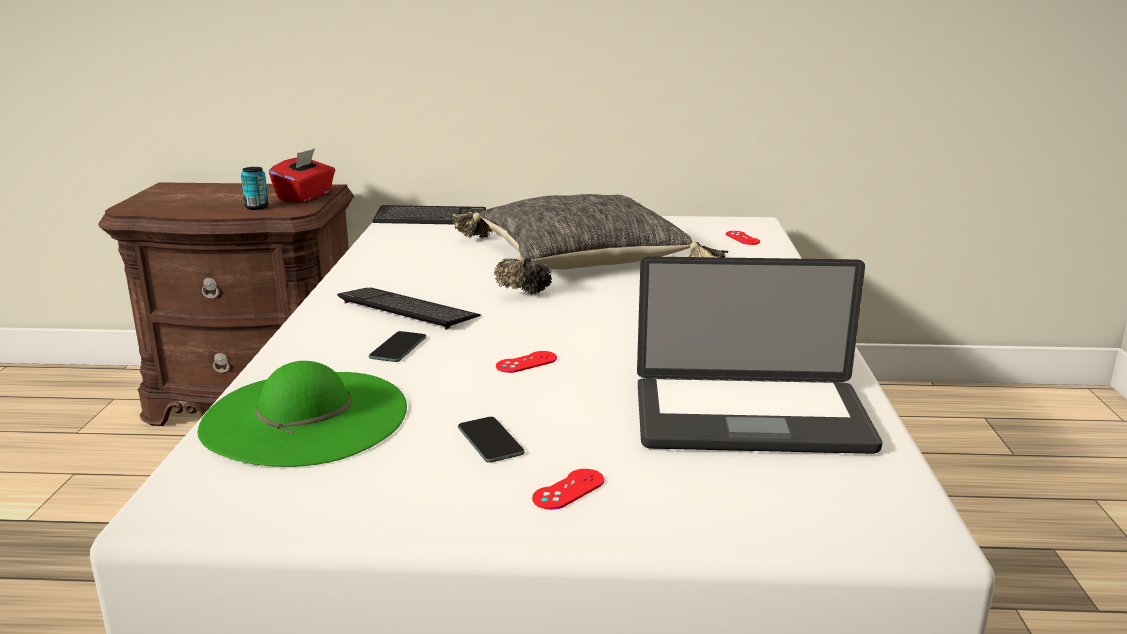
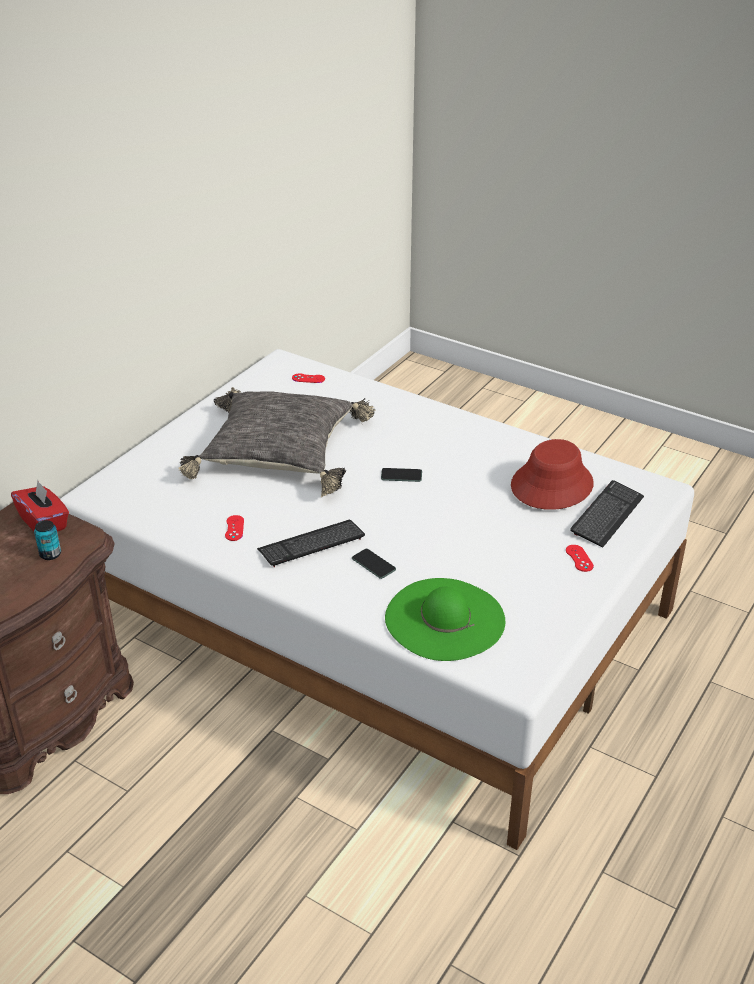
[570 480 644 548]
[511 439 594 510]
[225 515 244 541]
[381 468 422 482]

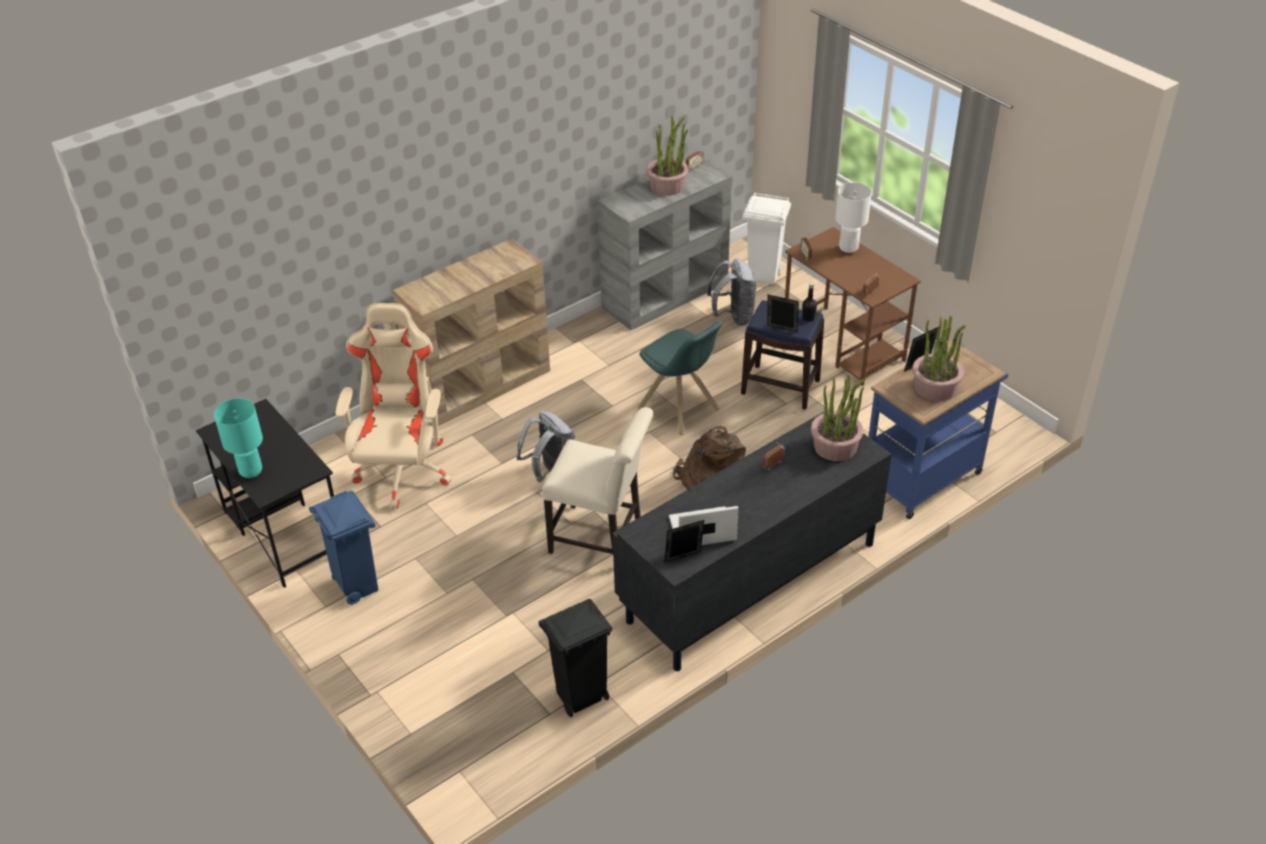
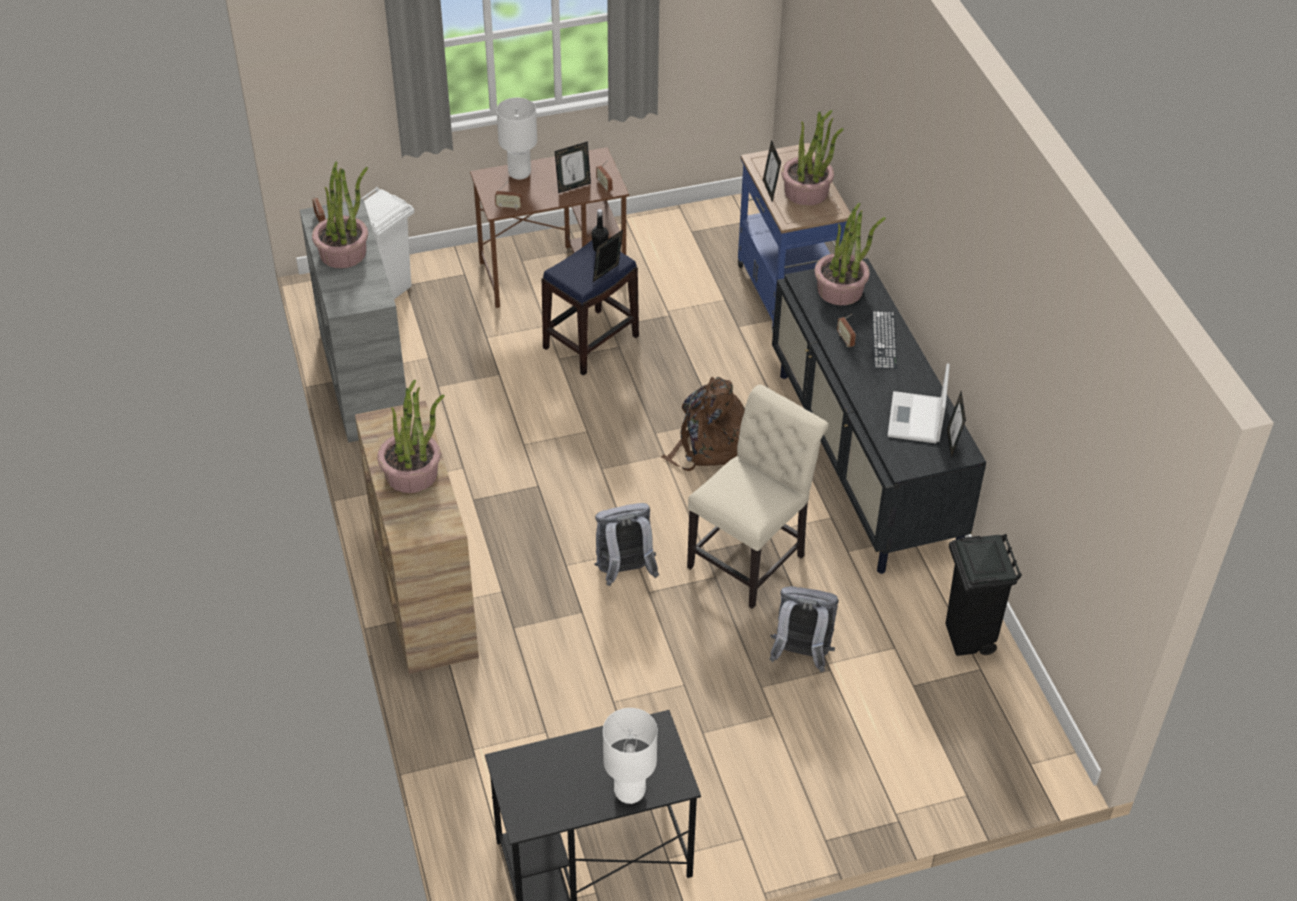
[770 586 839 673]
[336 303 451 509] (first image)
[638 321 722 435] (first image)
[603 708 658 804]
[309 491 378 605] (first image)
[555 141 591 193]
[872 311 897 369]
[377 380 445 493]

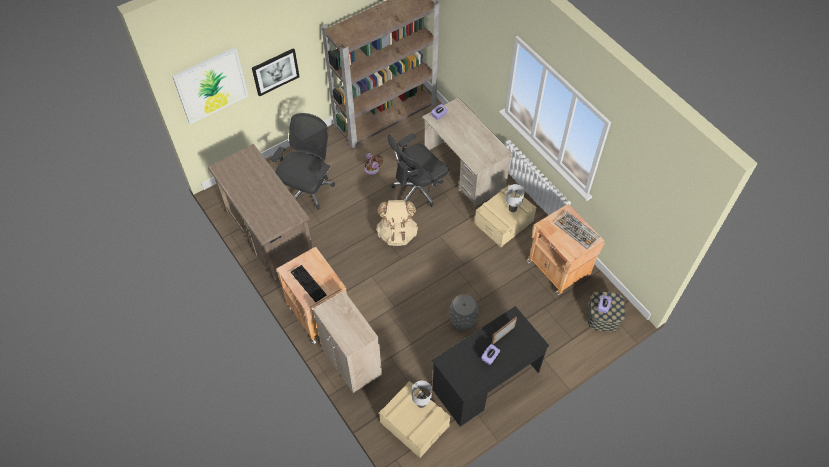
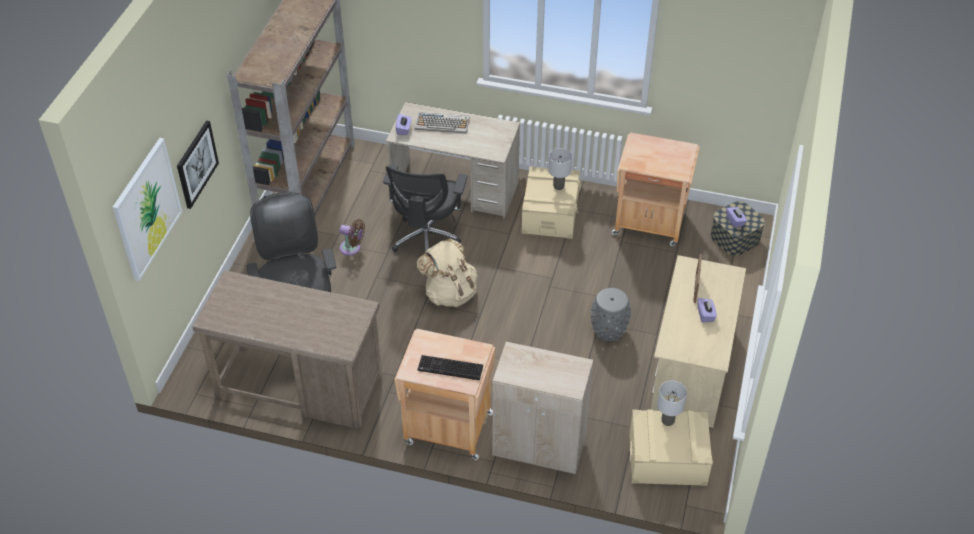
[415 112 469 134]
[651 255 746 428]

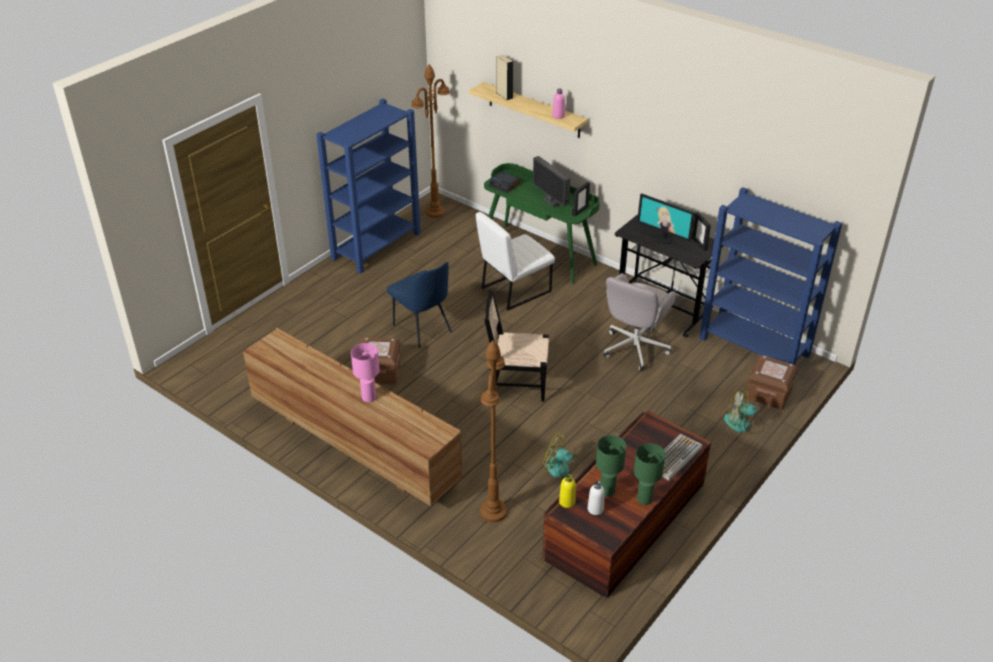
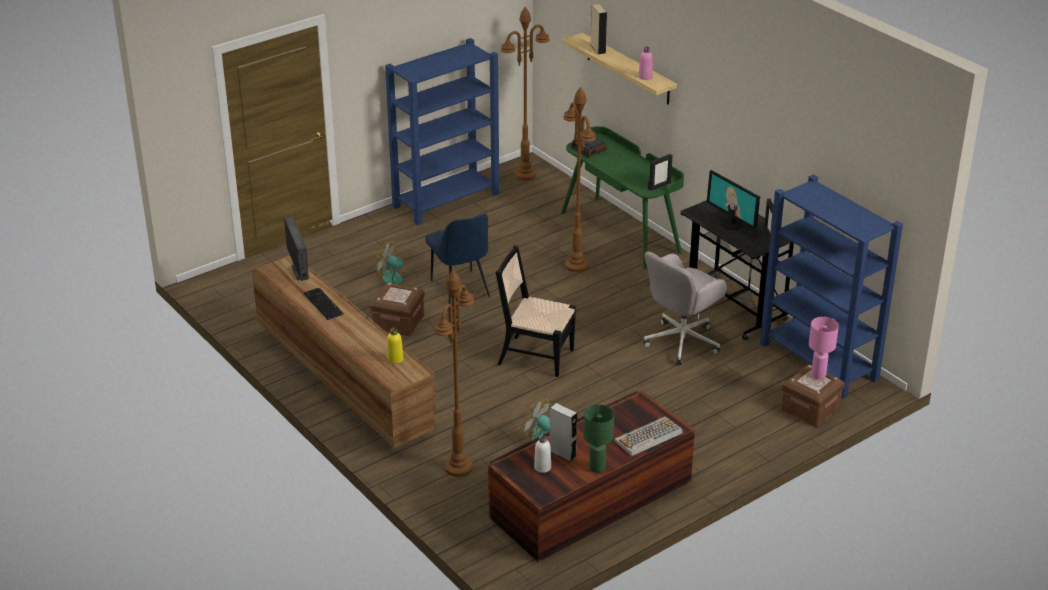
[284 215 309 281]
[564 87 596 272]
[809 317 839 379]
[374 241 418 287]
[550 403 577 462]
[387 328 403 364]
[304 288 344 320]

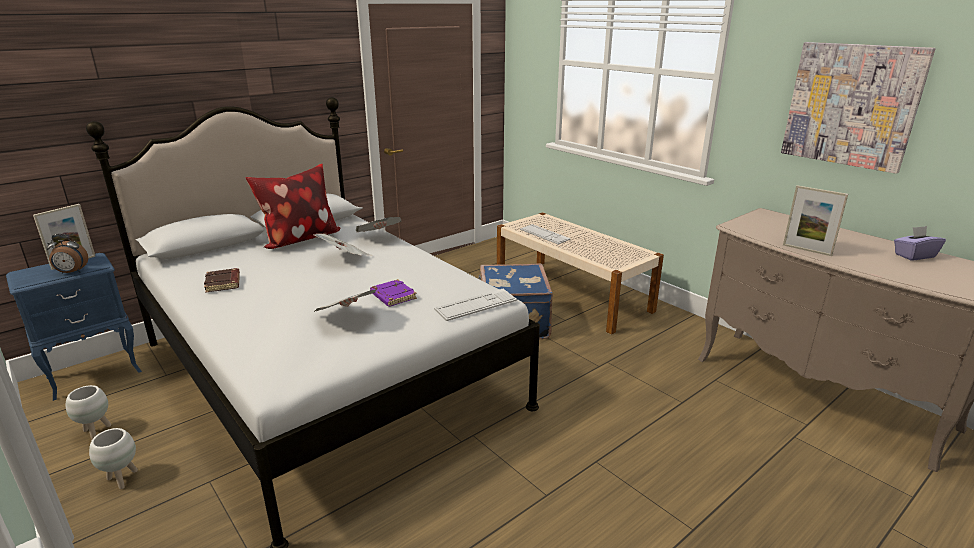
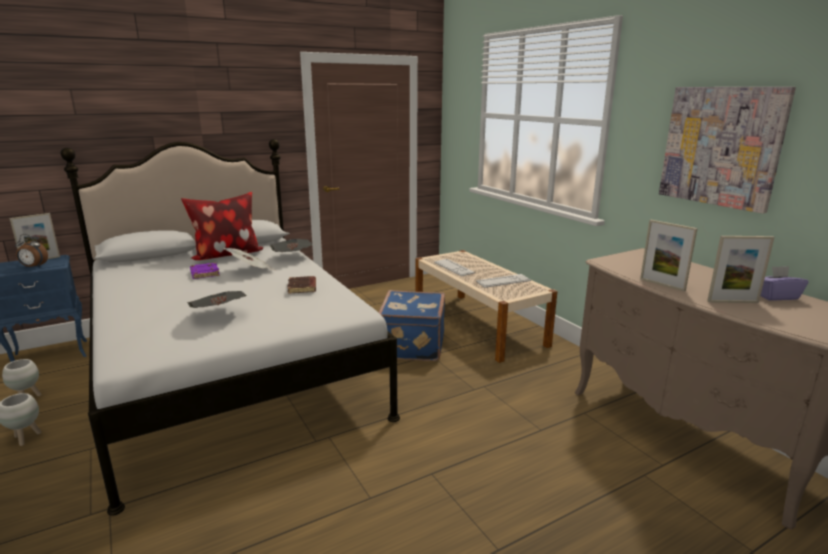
[287 276 316 294]
[190 262 220 279]
[476 274 531 288]
[707 236 774 303]

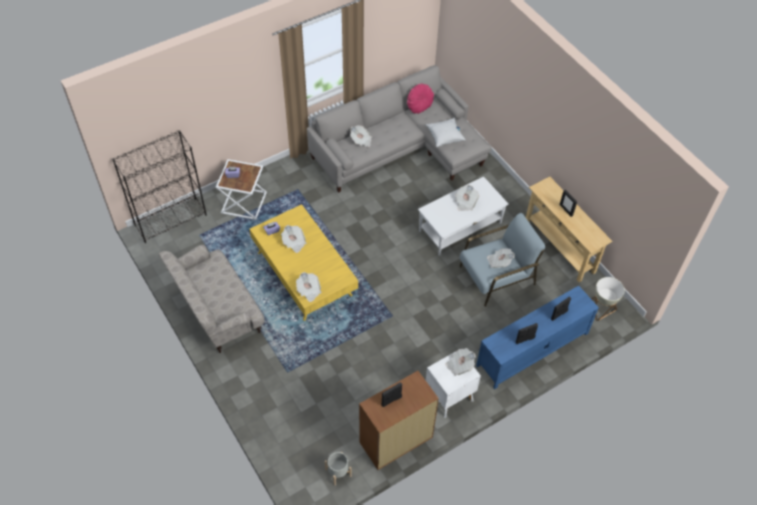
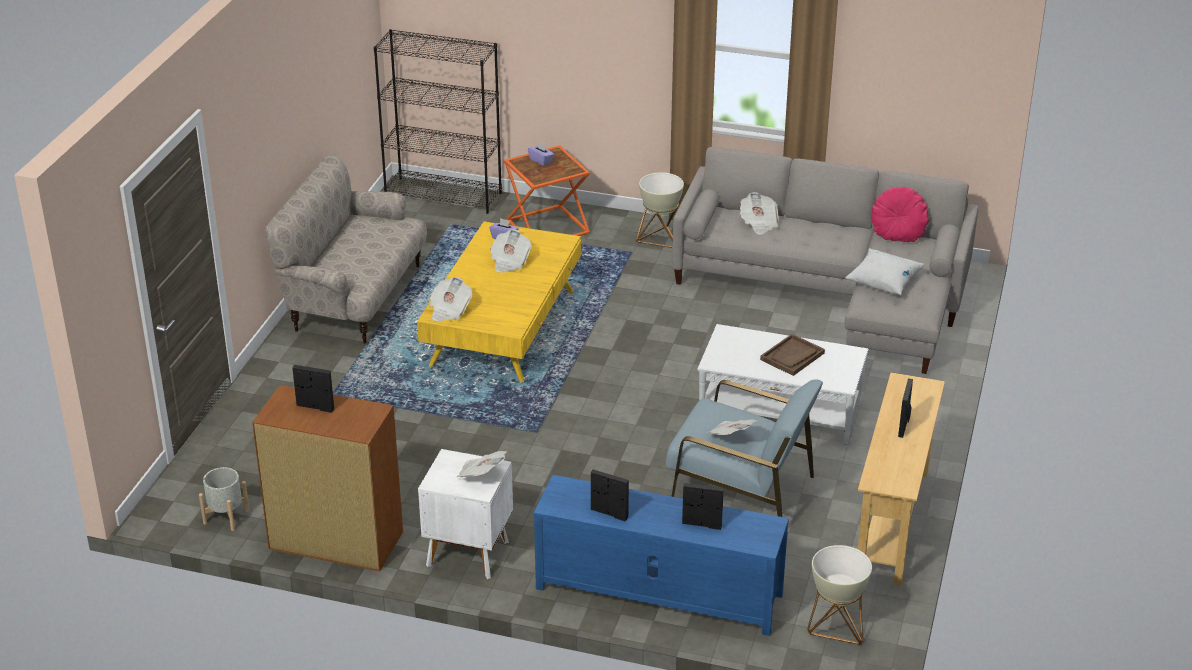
[504 146 590 236]
[760 334 825 376]
[636 172 684 248]

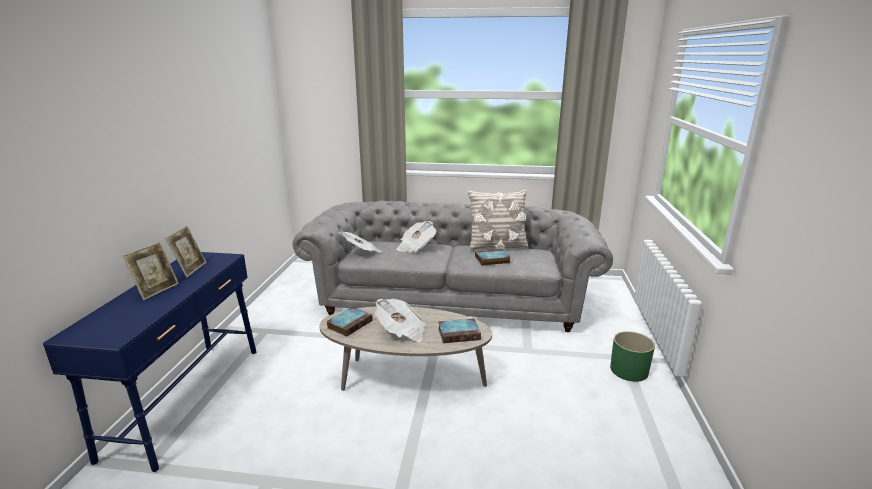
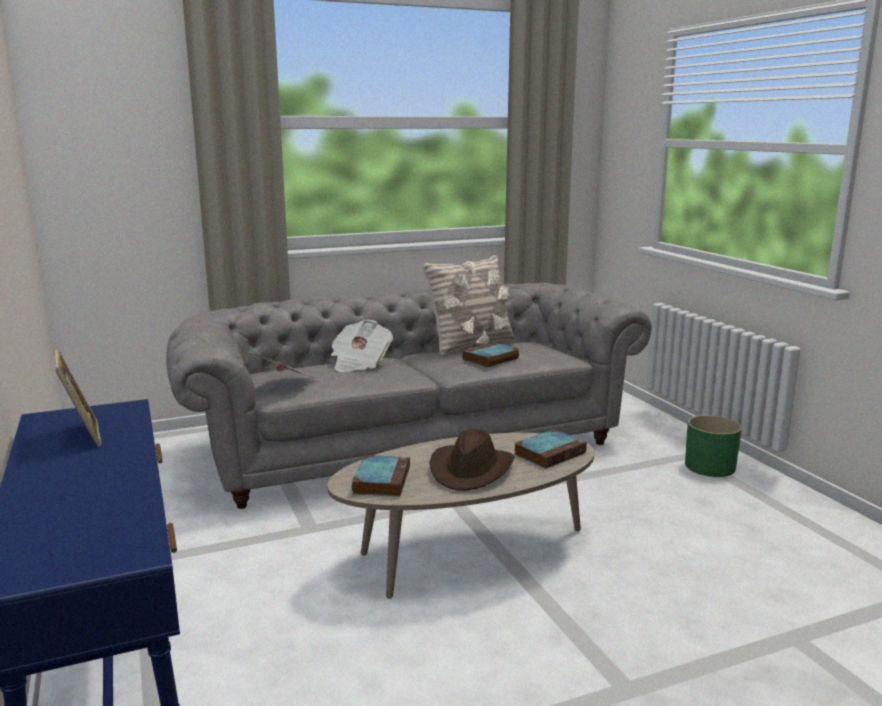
[123 242 179 300] (first image)
[429 429 515 490]

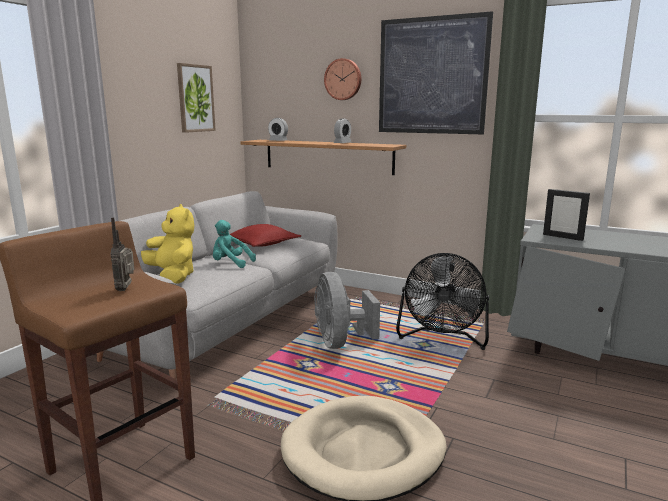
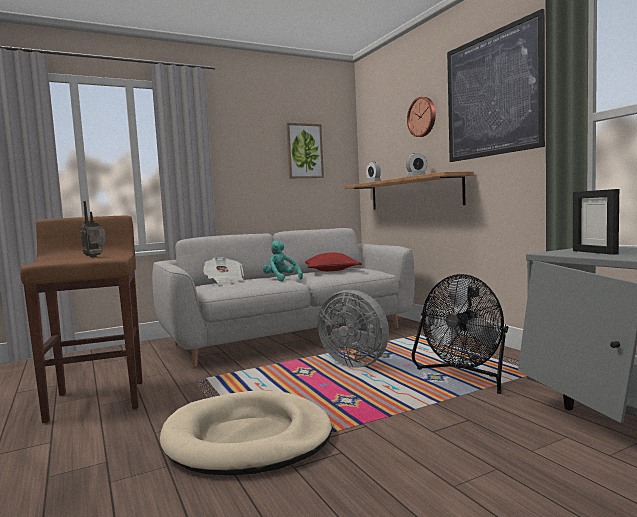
[203 257 244 285]
[318 290 389 368]

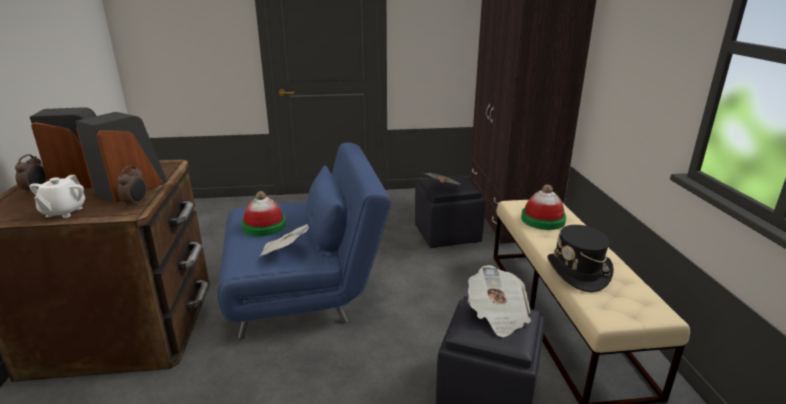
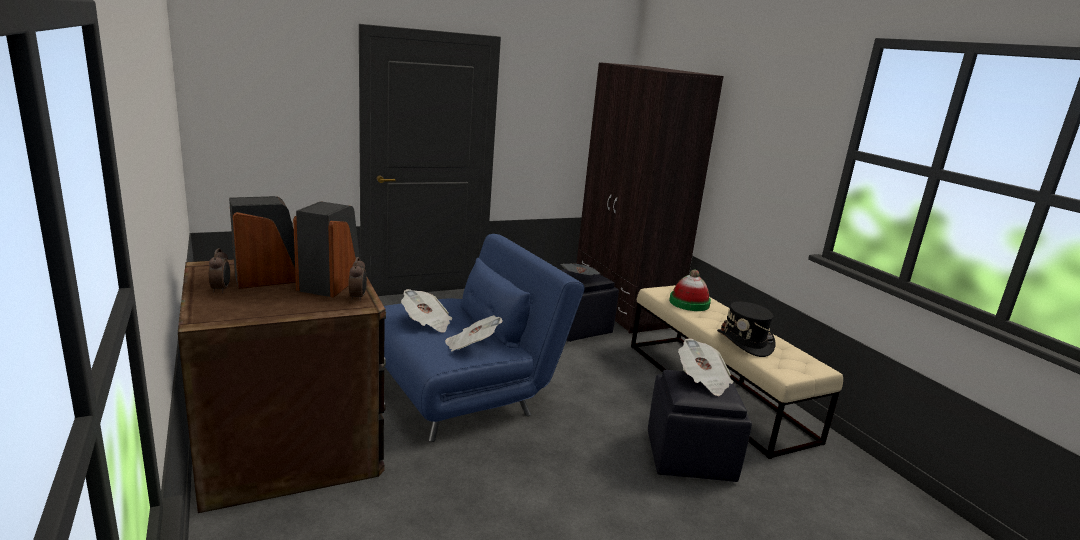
[29 175 85 218] (first image)
[401 289 452 333]

